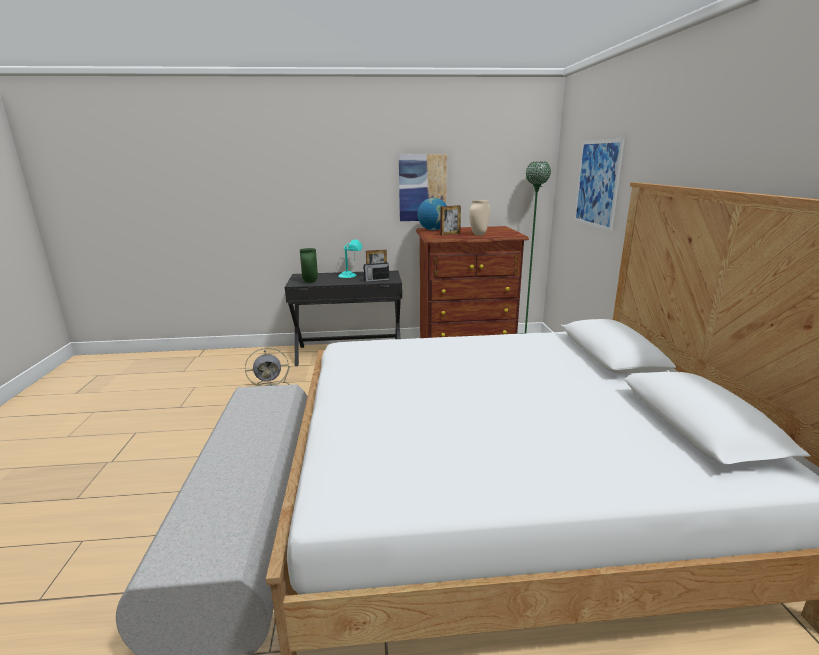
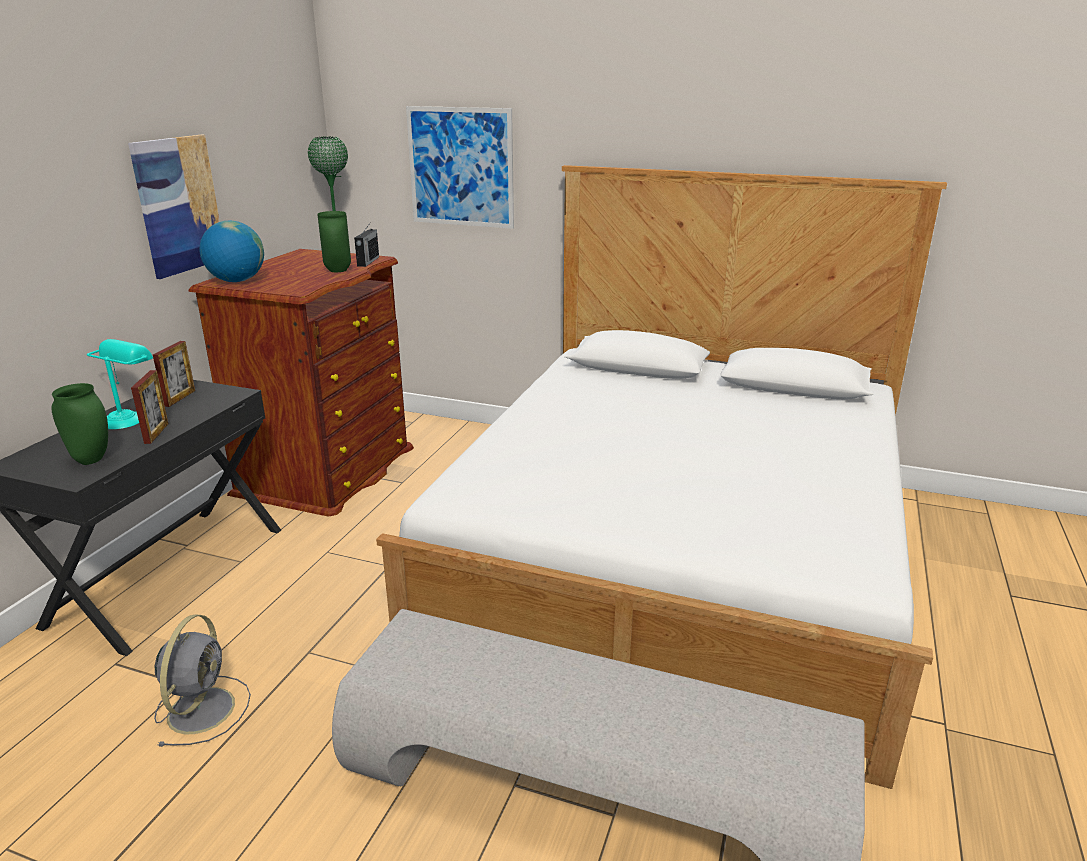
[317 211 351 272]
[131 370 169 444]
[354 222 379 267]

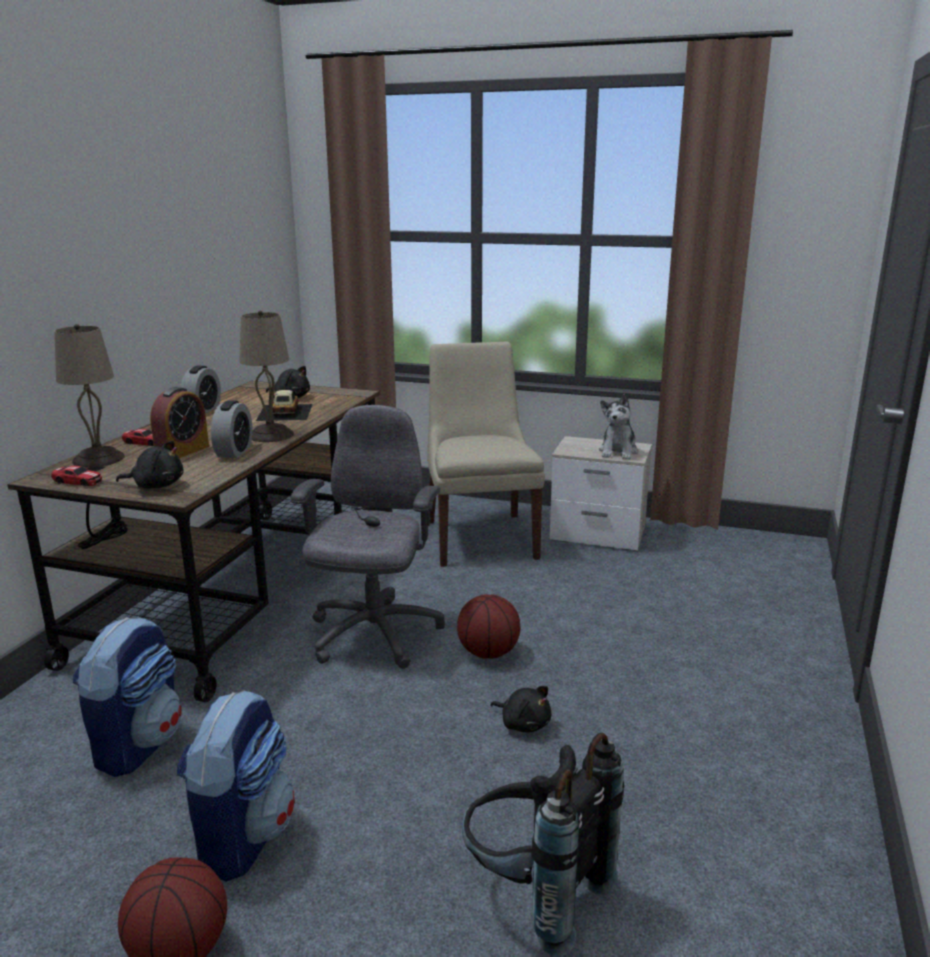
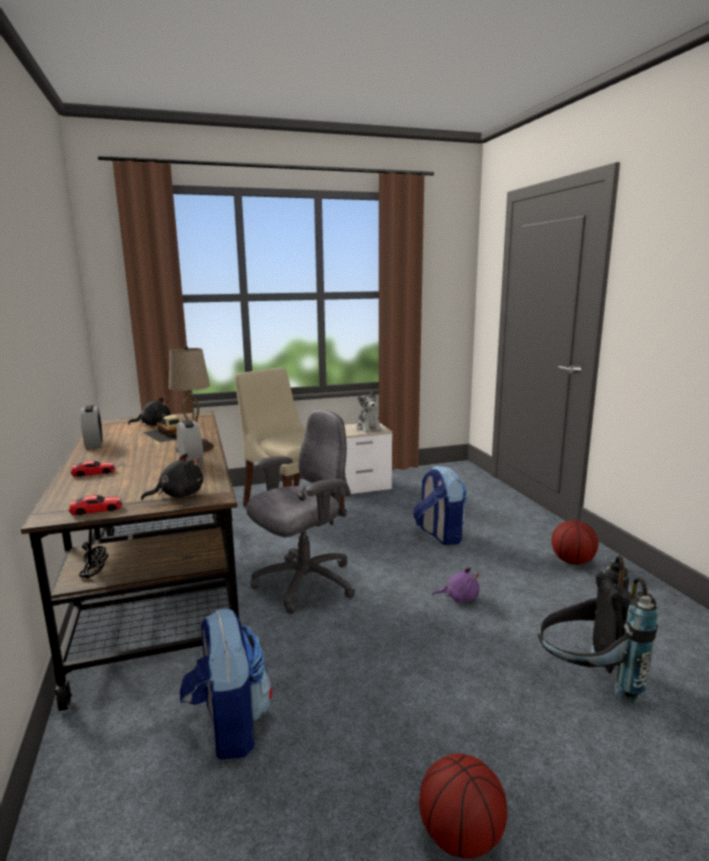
[54 324 125 467] (first image)
[150 387 209 458] (first image)
[246 409 355 614]
[551 520 598 565]
[432 567 480 603]
[413 465 467 545]

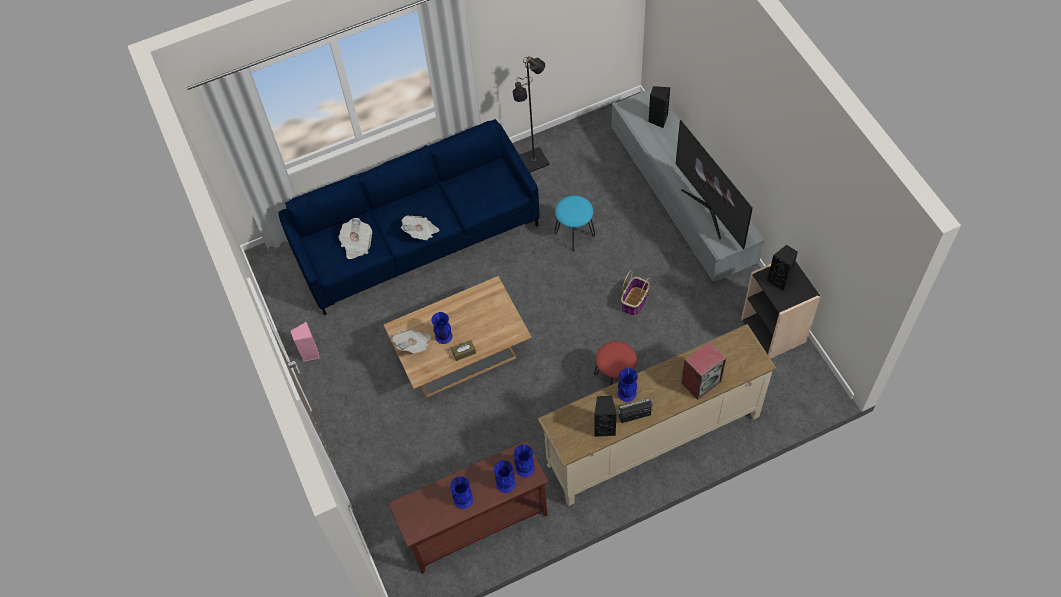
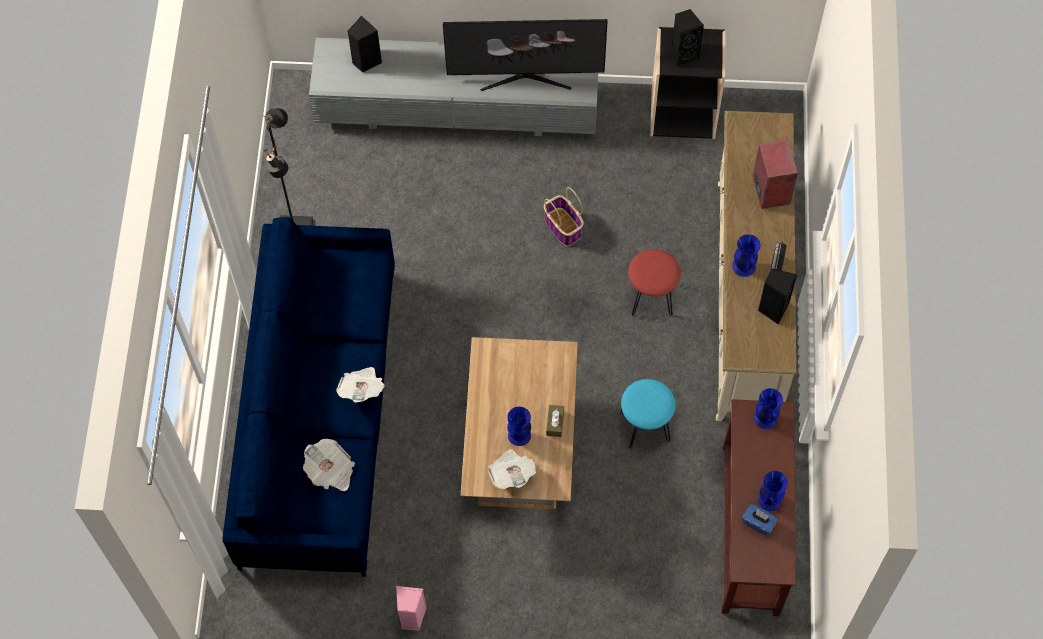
[620 379 675 450]
[494 460 515 493] (first image)
[742 504 778 536]

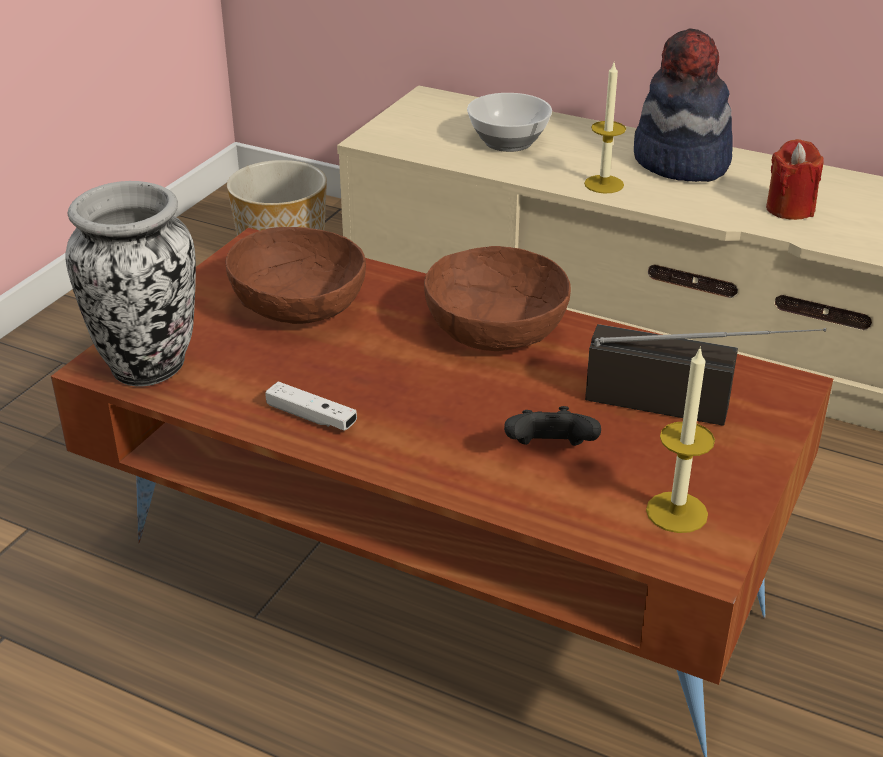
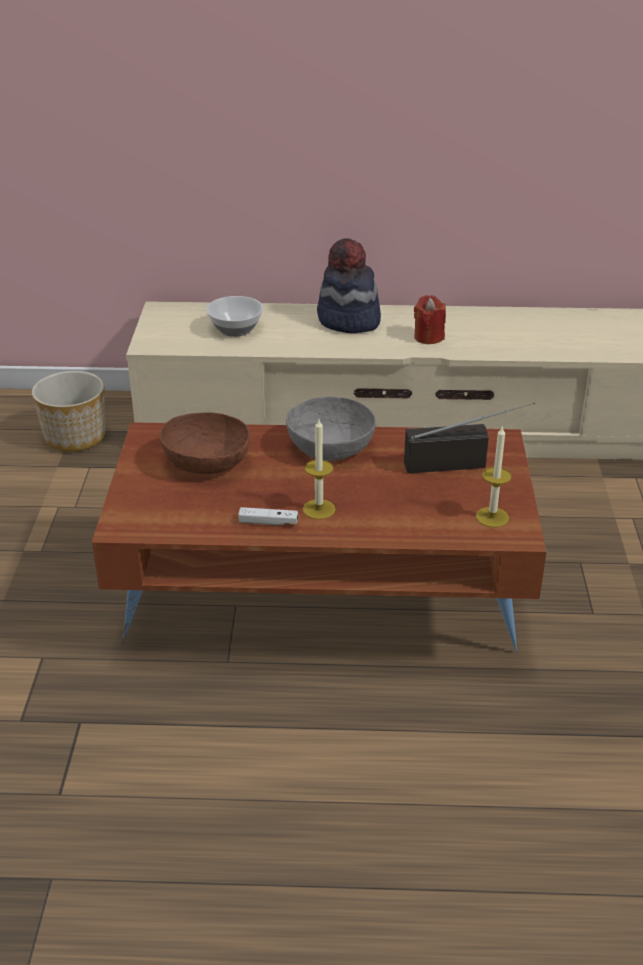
[303 419 336 519]
[65 181 196 386] (first image)
[286 397 376 461]
[504 406 601 446] (first image)

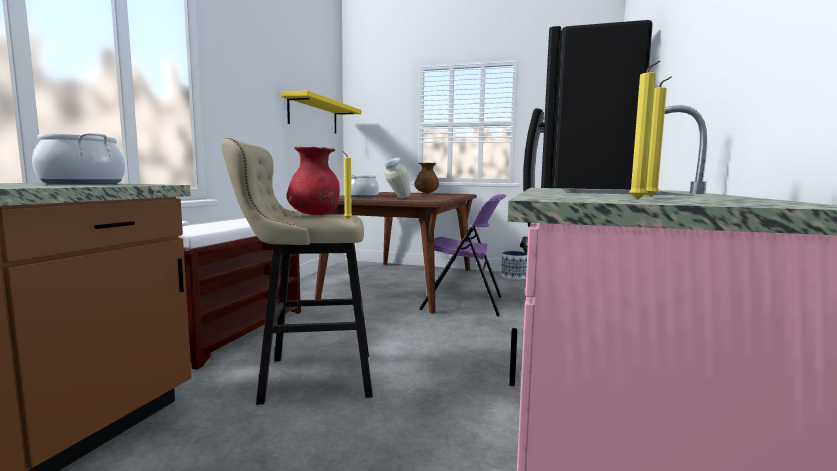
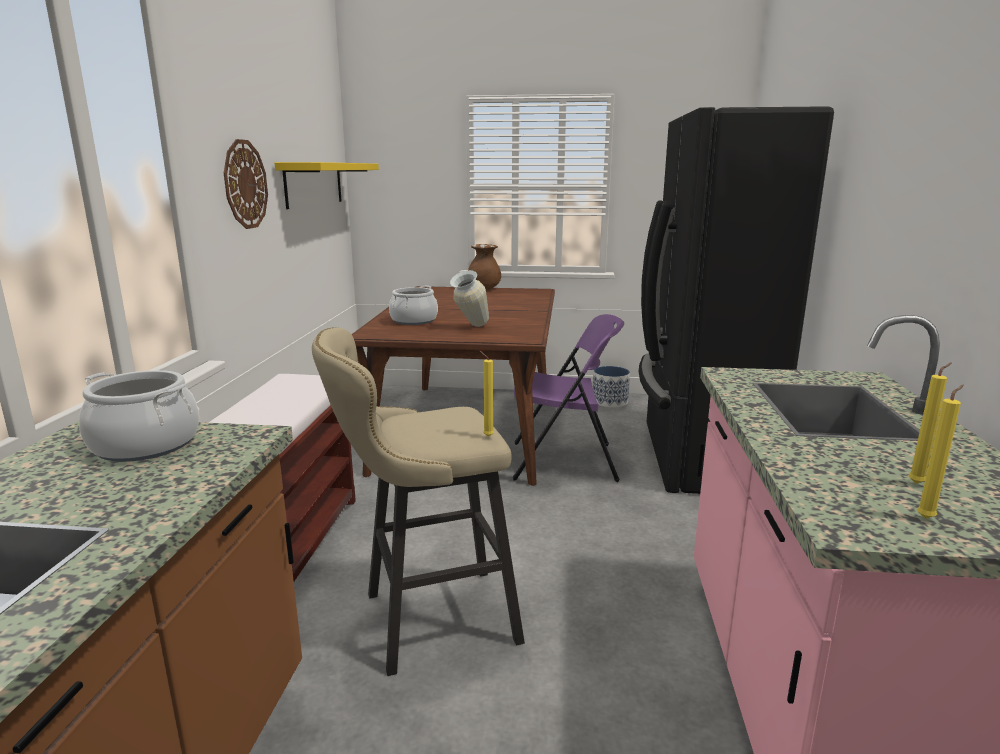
[286 147 340 215] (first image)
[224 139 268 229]

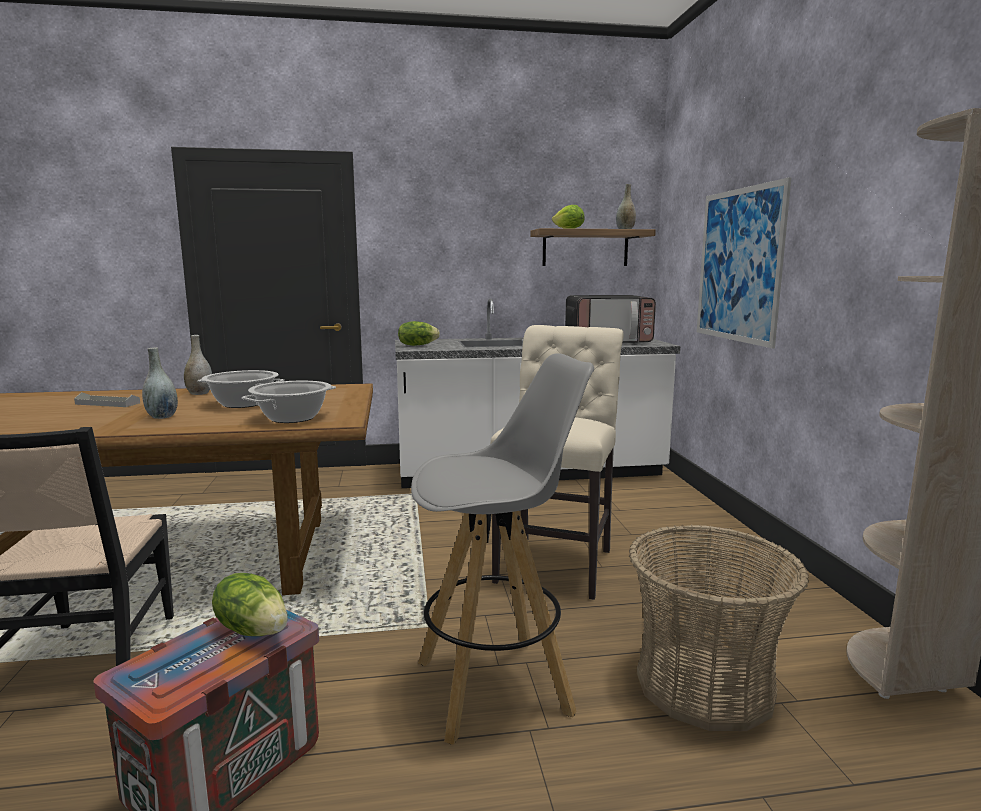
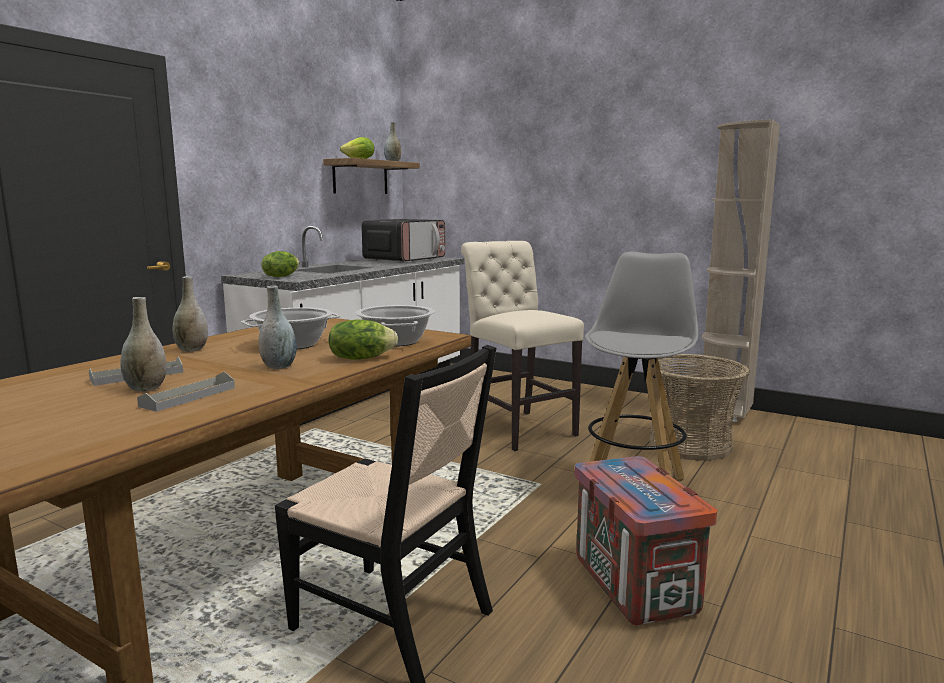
[697 177 792 348] (first image)
[328 319 398 360]
[120 297 166 392]
[137 372 235 412]

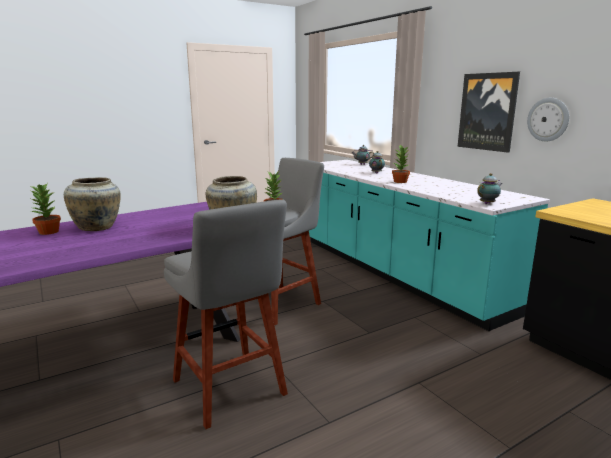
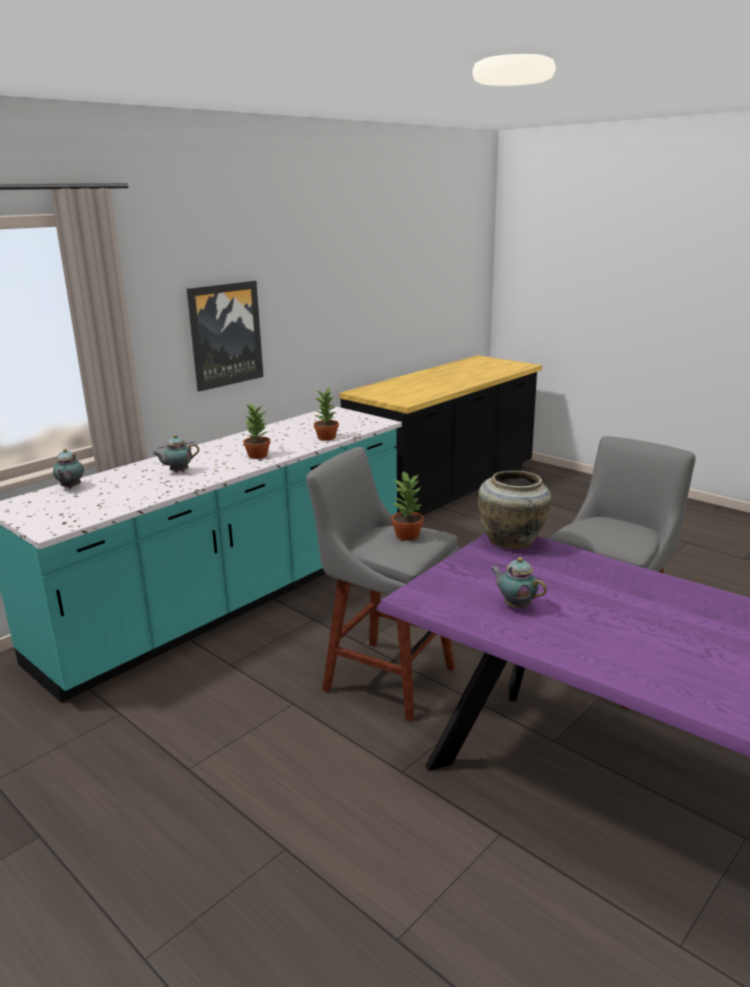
[527 98 569 142] (first image)
[490 557 547 608]
[64 177 121 231] (first image)
[314 388 339 441]

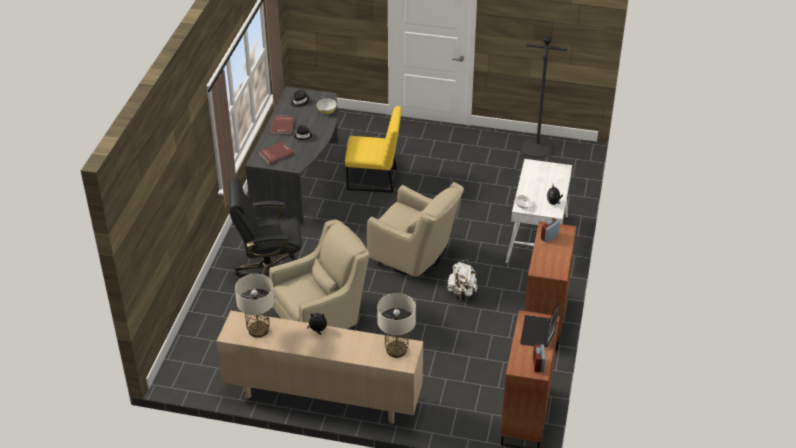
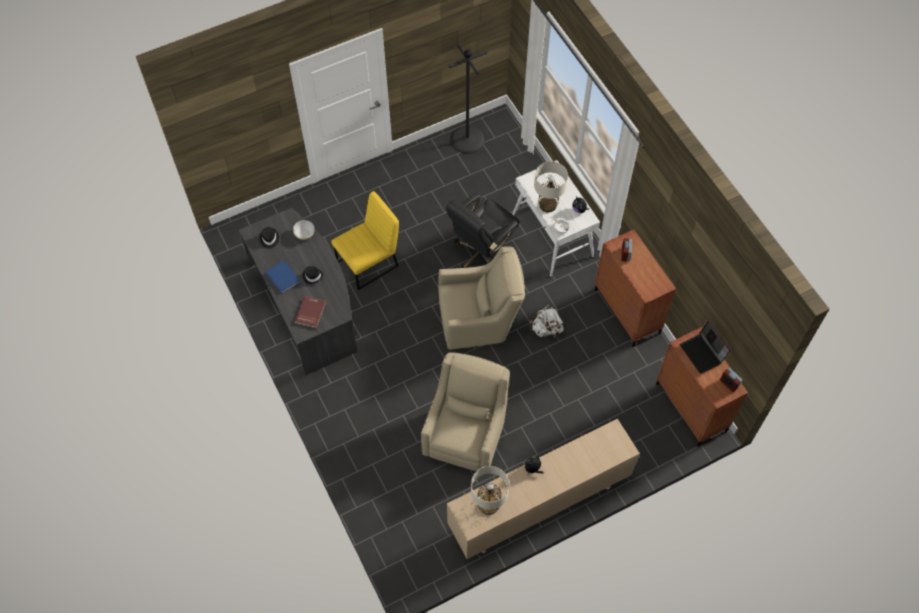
[266 260 301 294]
[446 193 519 268]
[534 161 568 212]

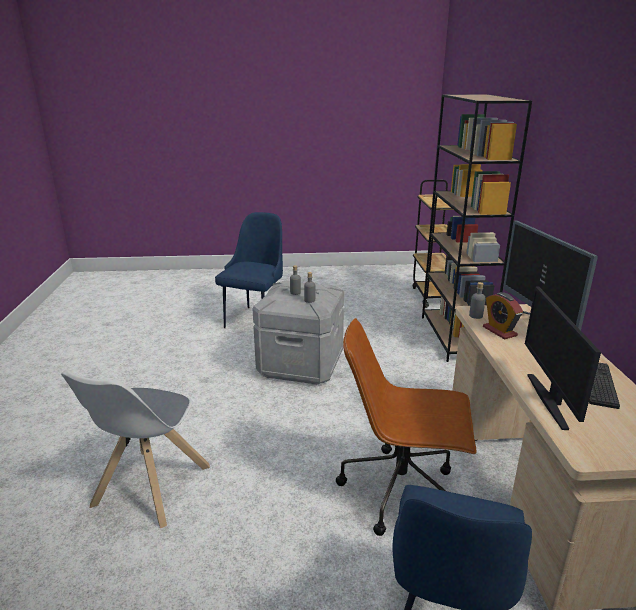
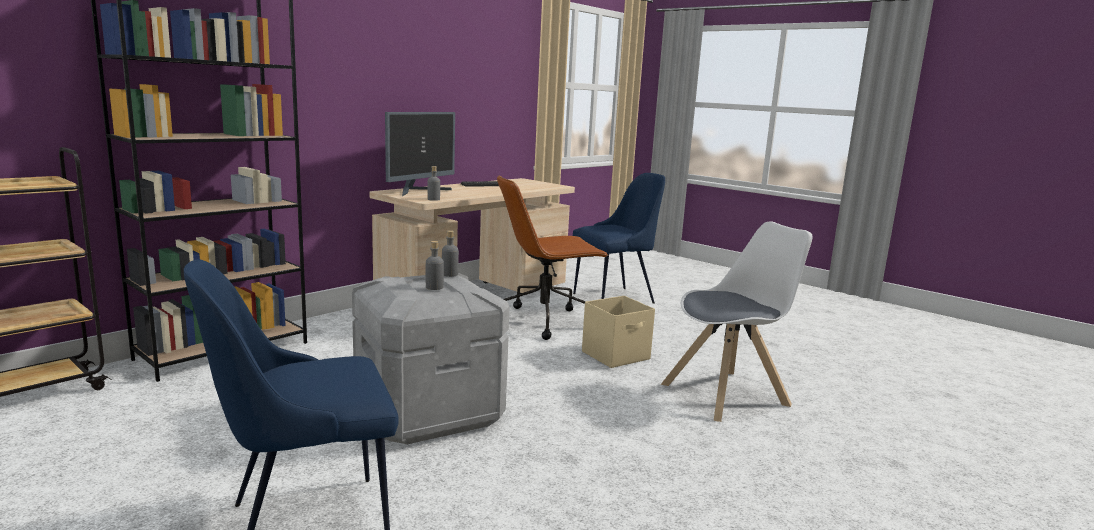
[525 286 601 430] (first image)
[483 292 523 340] (first image)
[497 175 609 340]
[582 296 655 368]

